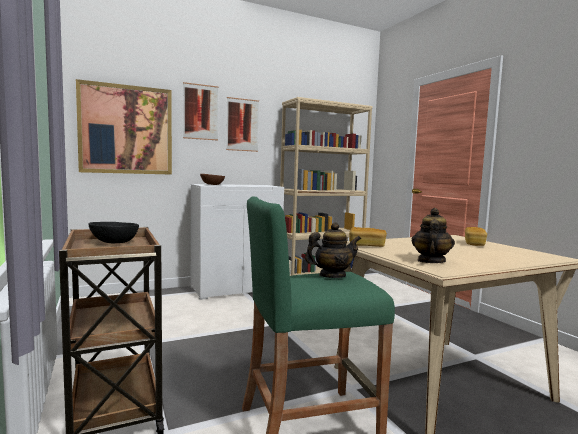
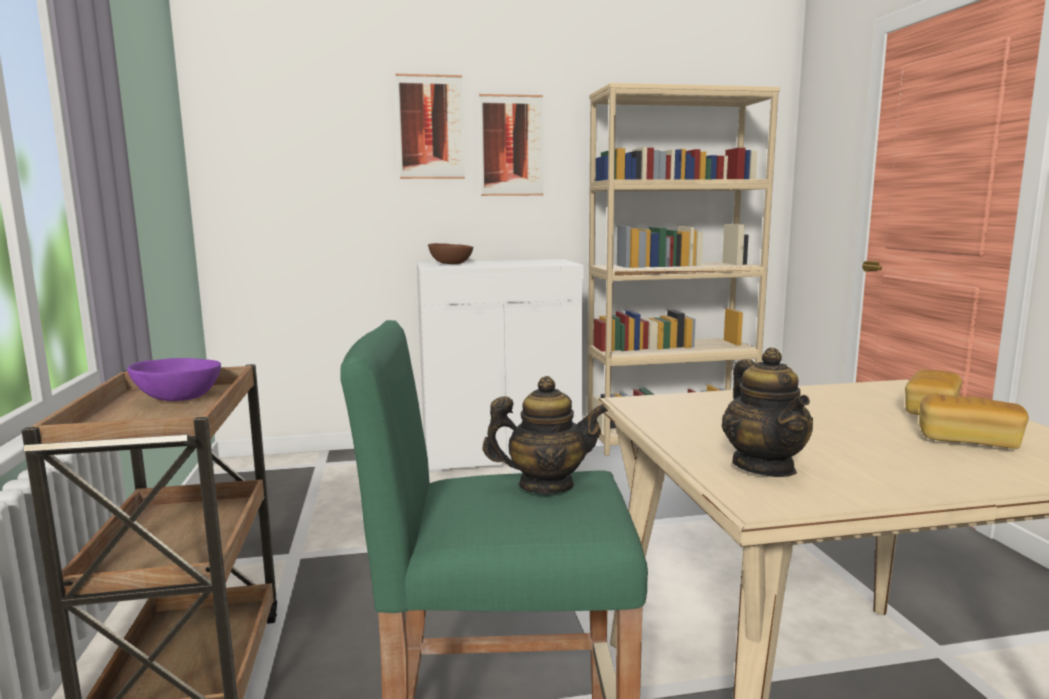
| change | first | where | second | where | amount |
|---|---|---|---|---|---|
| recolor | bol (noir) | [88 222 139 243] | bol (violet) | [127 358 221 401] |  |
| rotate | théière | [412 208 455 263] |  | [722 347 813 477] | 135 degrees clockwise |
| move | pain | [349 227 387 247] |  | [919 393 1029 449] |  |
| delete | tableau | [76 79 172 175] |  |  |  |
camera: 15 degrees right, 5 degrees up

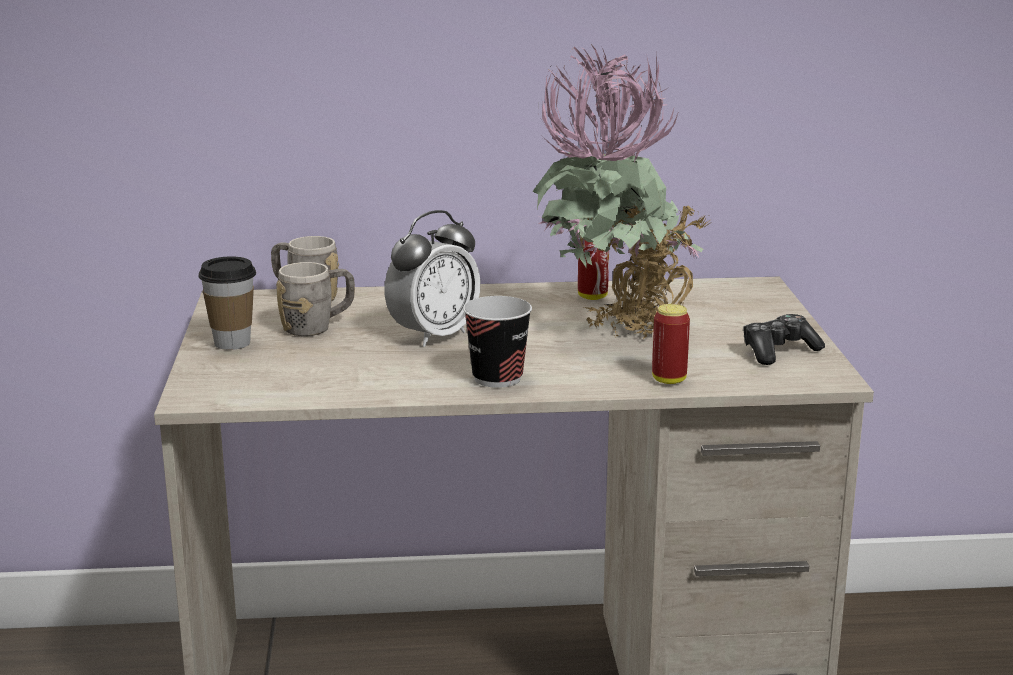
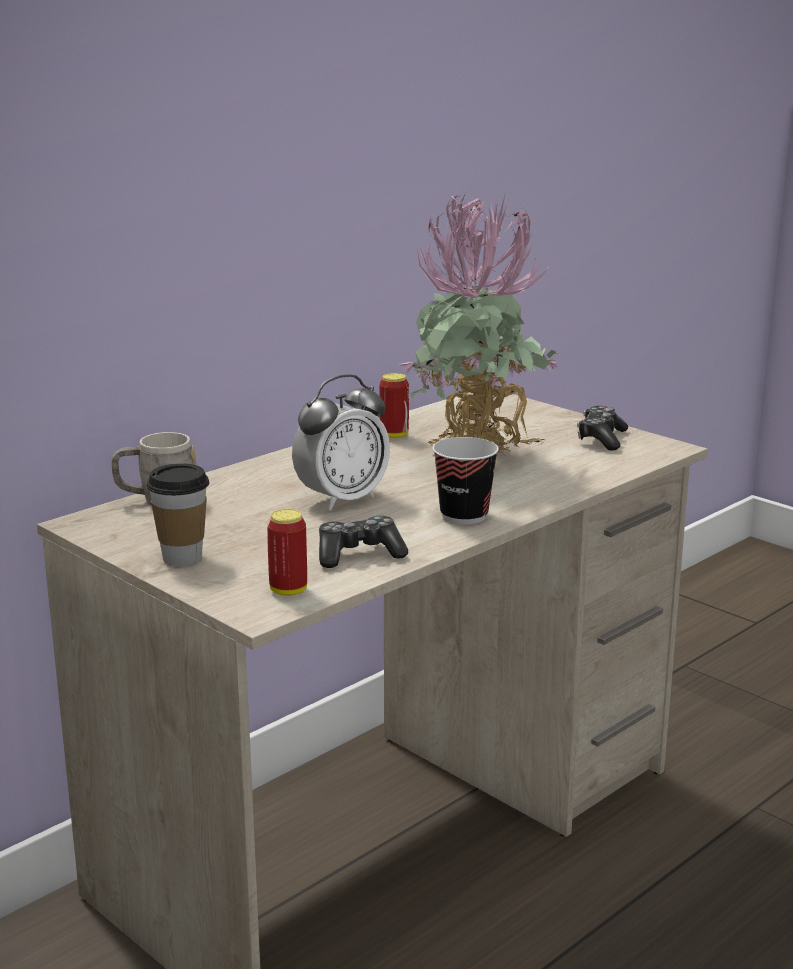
| change | first | where | second | where | amount |
|---|---|---|---|---|---|
| move | boîte métallique | [652 304 690 384] |  | [267 509 307 596] |  |
| rotate | réveil | [385 210 480 347] |  | [292 374 390 510] | 45 degrees clockwise |
| insert |  |  | manette | [319 516 408 568] |  |
| delete | mug (gris) | [276 262 355 336] |  |  |  |
camera: 40 degrees left, 0 degrees up

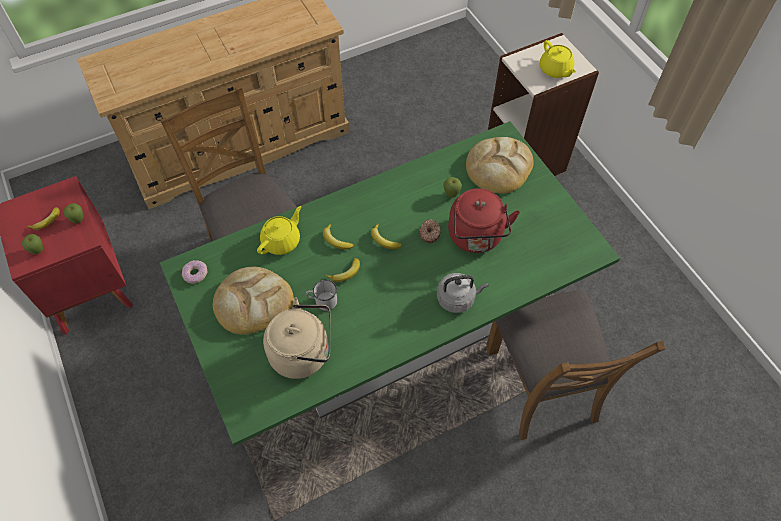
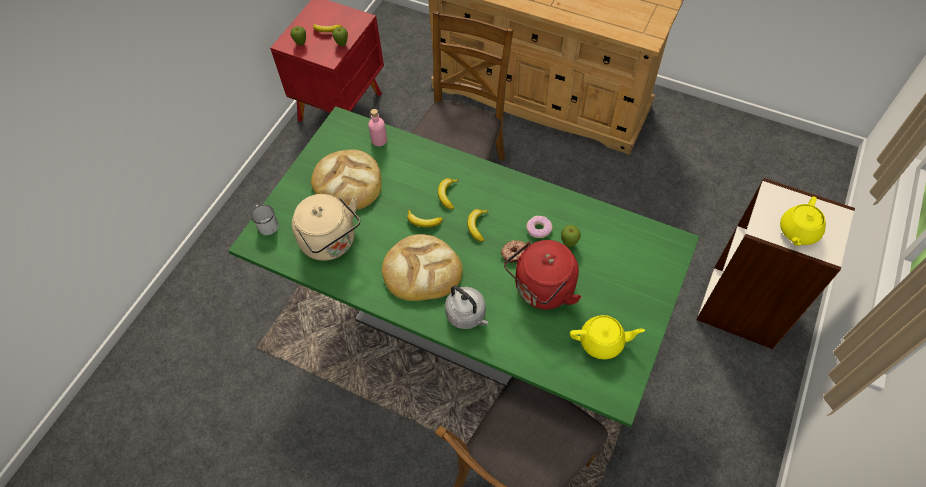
| change | first | where | second | where | amount |
|---|---|---|---|---|---|
| move | mug (blanc) | [306 280 337 311] |  | [251 205 279 235] |  |
| insert |  |  | bouteille (rose) | [368 109 387 146] |  |
| move | pain | [466 137 534 194] |  | [382 234 463 301] |  |
| move | beignet | [182 260 208 284] |  | [526 216 553 238] |  |
| move | théière (jaune) | [257 206 301 255] |  | [570 315 645 360] |  |
camera: 55 degrees right, 0 degrees up

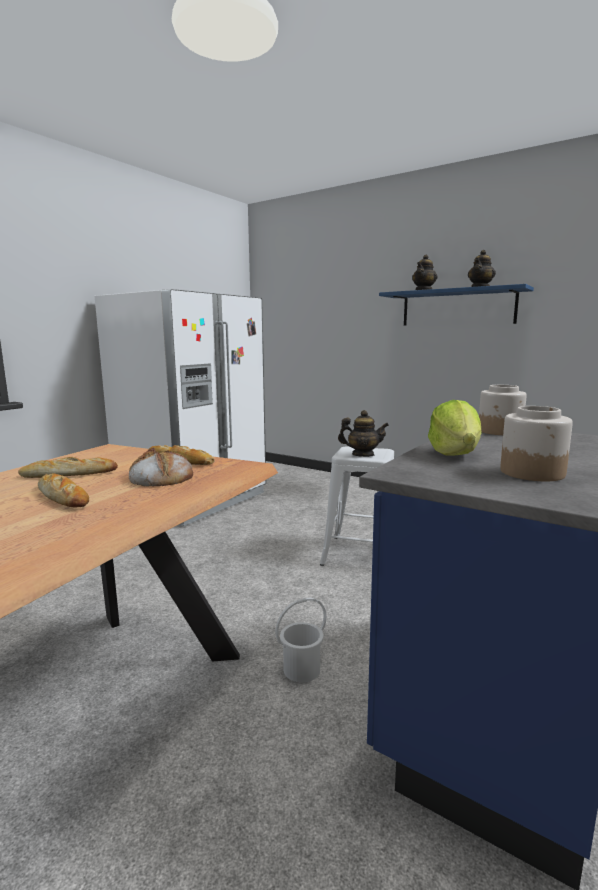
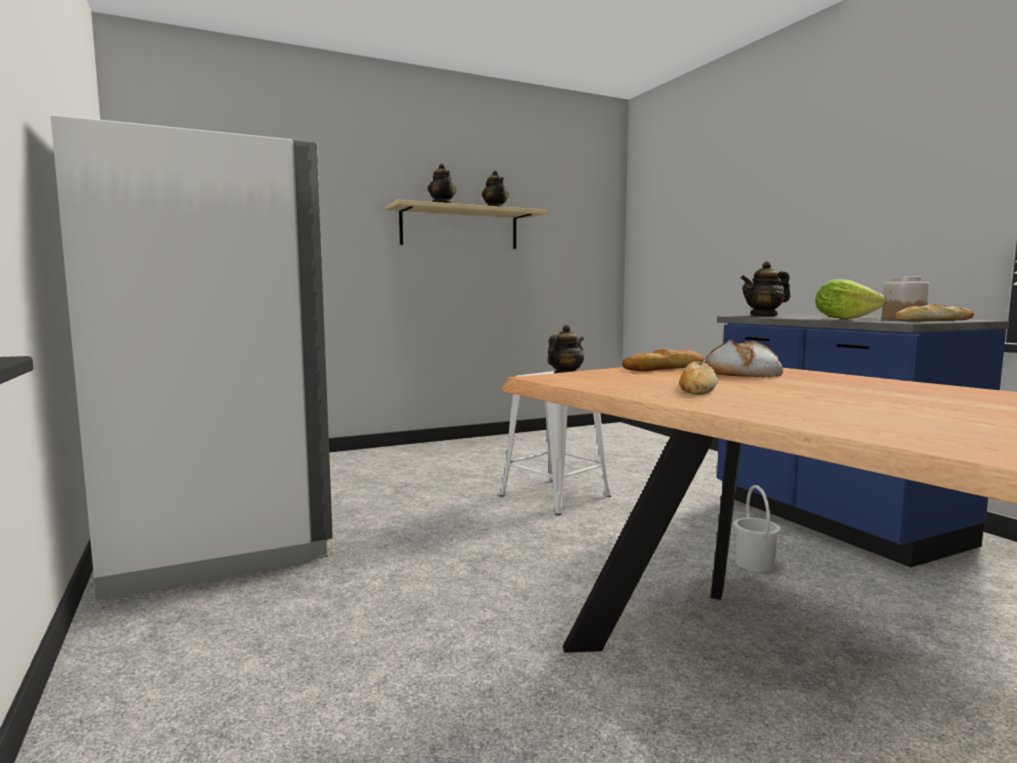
| change | first | where | second | where | amount |
|---|---|---|---|---|---|
| recolor | étagère (bleu) | [379 284 534 326] | étagère (beige) | [385 200 547 249] |  |
| replace | bocal | [479 385 527 435] | théière | [741 261 790 316] |  |
| move | pain | [38 473 89 508] |  | [896 304 974 321] |  |
camera: 60 degrees left, 5 degrees down

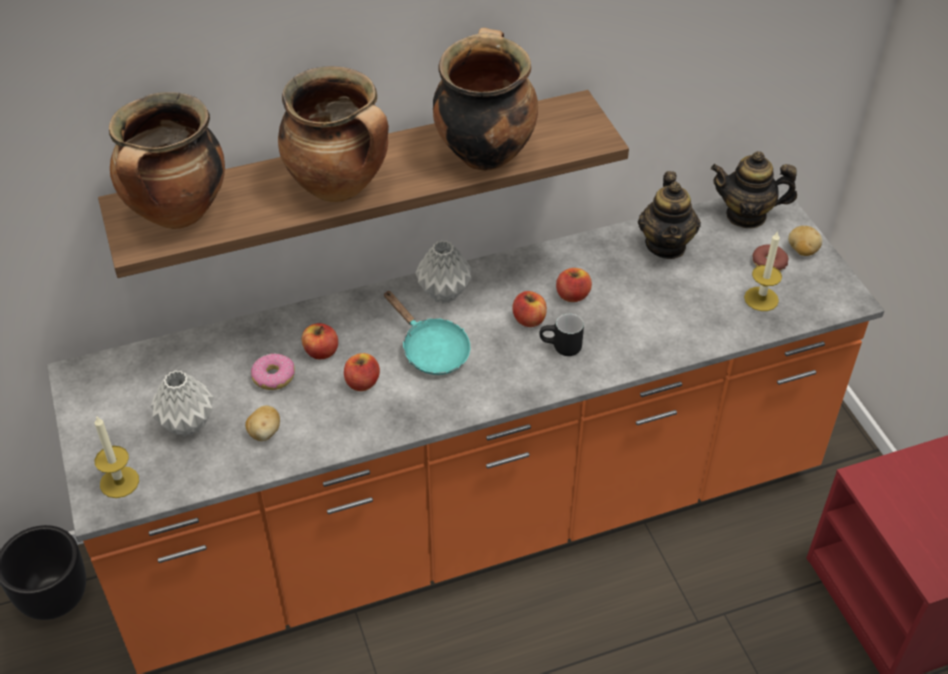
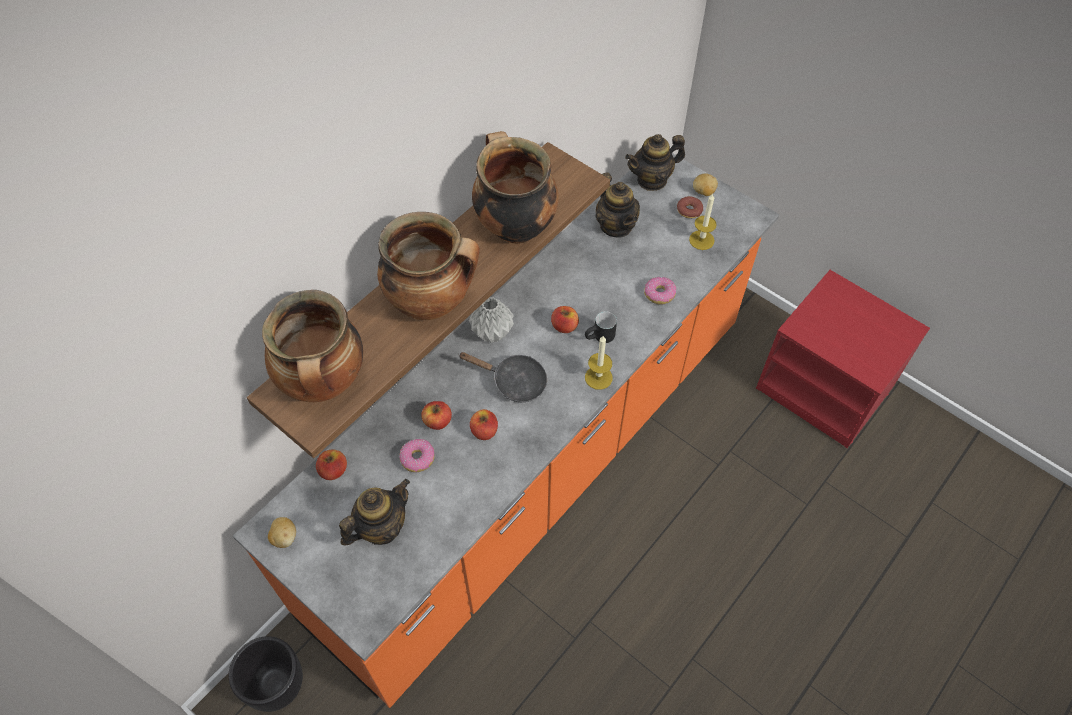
| change | first | where | second | where | amount |
|---|---|---|---|---|---|
| move | pomme de terre | [245 406 280 441] |  | [268 517 296 548] |  |
| move | pomme | [556 268 592 302] |  | [316 450 347 480] |  |
| replace | vase (gris) | [151 370 214 437] | théière | [339 479 410 545] |  |
| recolor | poêle (turquoise) | [384 291 470 375] | poêle (noir) | [458 352 547 402] |  |
| move | bougie | [95 417 139 498] |  | [585 336 613 390] |  |
| insert |  |  | beignet | [644 276 676 304] |  |
camera: 30 degrees left, 10 degrees up

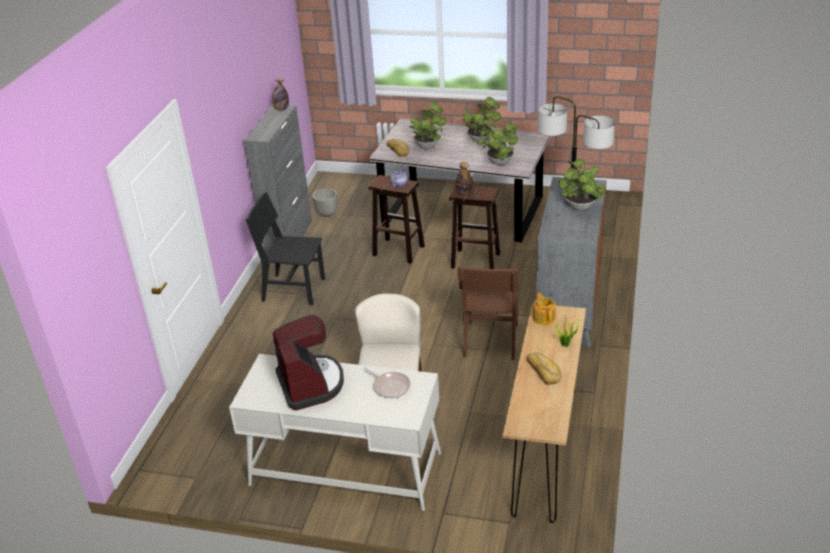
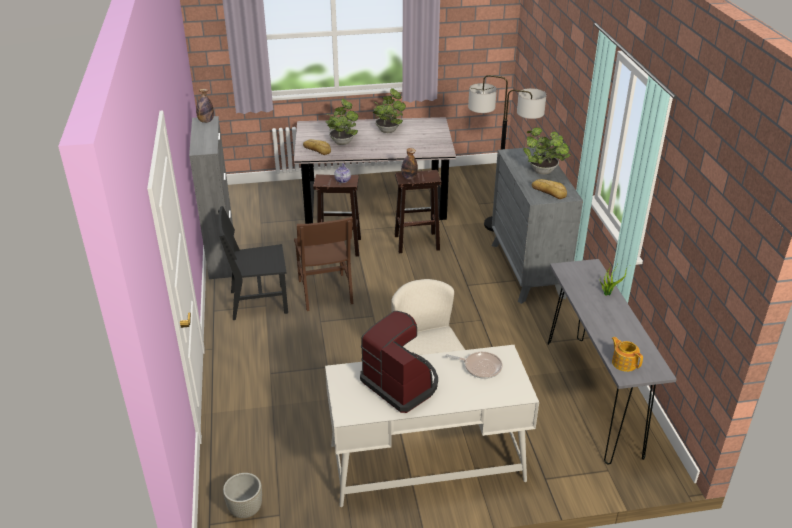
| change | first | where | second | where | amount |
|---|---|---|---|---|---|
| move | cache-pot (gris) | [313 189 338 217] |  | [223 473 262 518] |  |
| move | chaise (marron) | [457 266 520 360] |  | [294 217 353 311] |  |
| move | pain | [527 352 561 385] |  | [532 179 567 199] |  |
| recolor | table console (marron) | [503 303 586 523] | table console (gris) | [547 259 677 464] |  |
| move | théière | [533 292 556 325] |  | [611 337 643 372] |  |
| delete | plante en pot | [477 122 518 165] |  |  |  |
camera: 25 degrees left, 0 degrees up

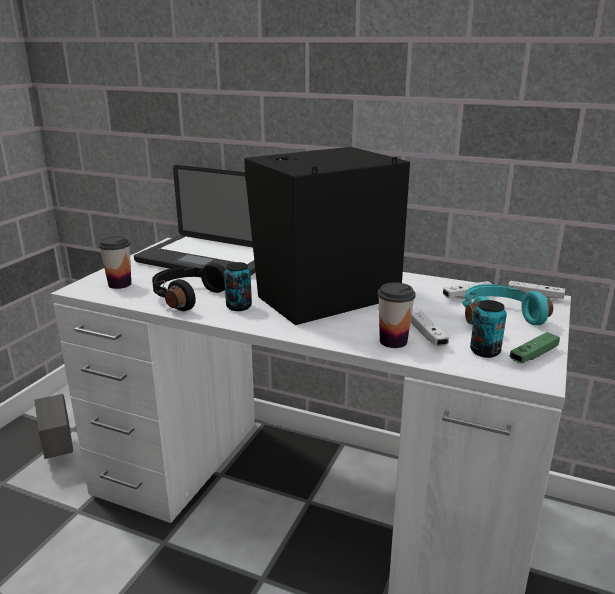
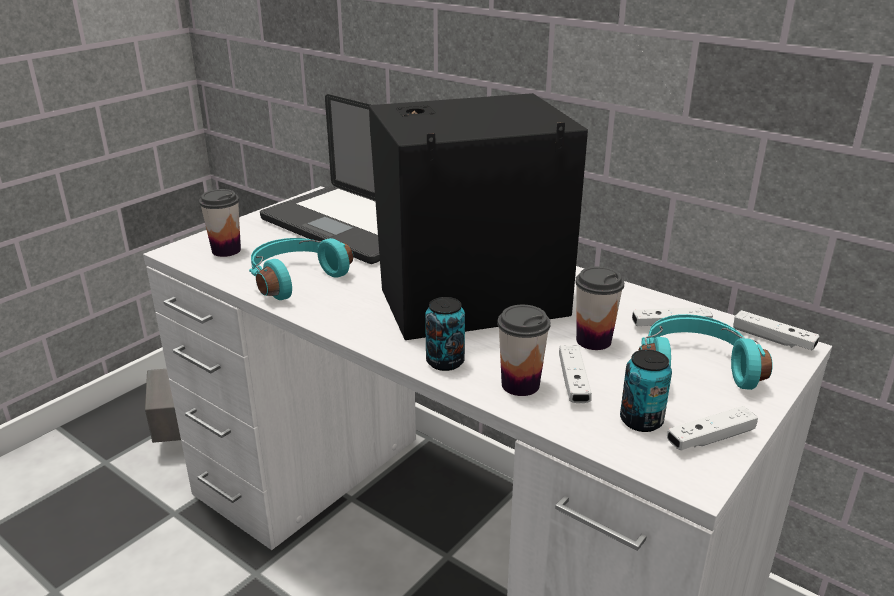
| change | first | where | second | where | amount |
|---|---|---|---|---|---|
| recolor | casque audio (noir) | [152 263 226 311] | casque audio (turquoise) | [249 238 353 300] |  |
| move | boîte métallique | [224 262 252 311] |  | [425 297 465 371] |  |
| insert |  |  | tasse | [575 266 624 350] |  |
| recolor | manette (vert) | [509 332 560 363] | manette (blanc) | [667 406 758 450] |  |
camera: 15 degrees right, 5 degrees up

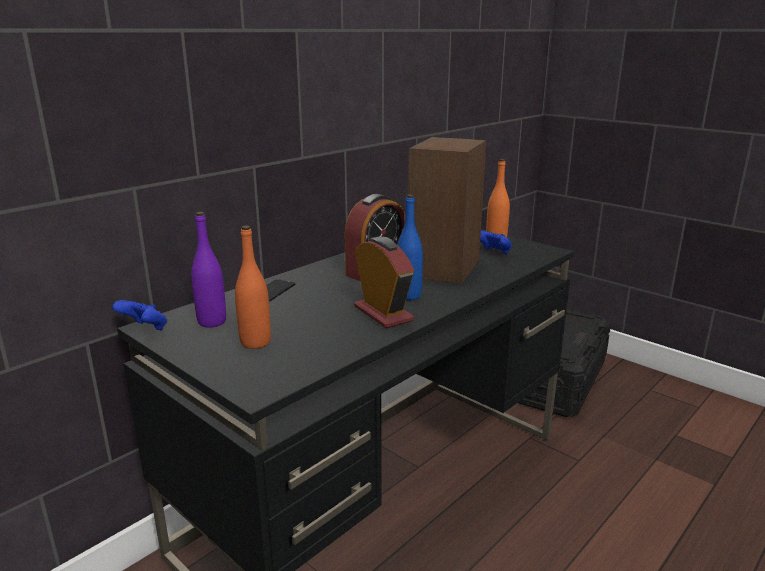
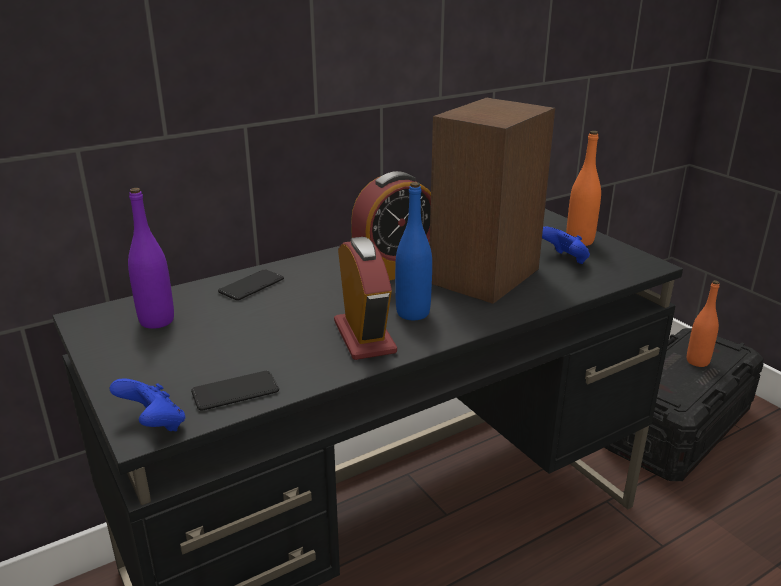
| change | first | where | second | where | amount |
|---|---|---|---|---|---|
| move | manette (bleu) | [112 300 167 330] |  | [110 378 185 431] |  |
| insert |  |  | téléphone | [191 371 279 411] |  |
| move | bouteille (orange) | [235 225 271 349] |  | [687 280 719 367] |  |
camera: 15 degrees right, 5 degrees up

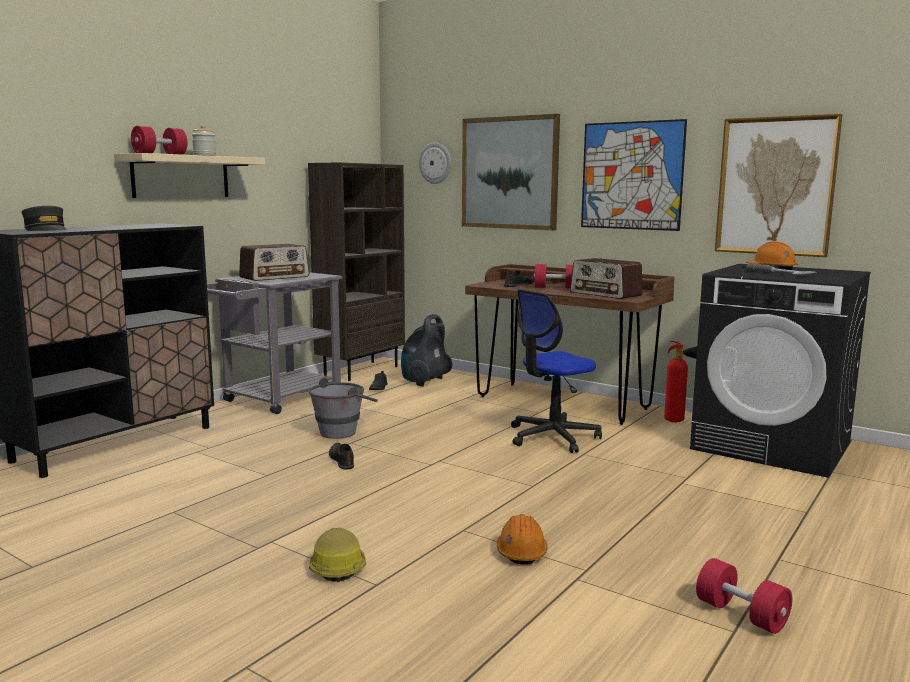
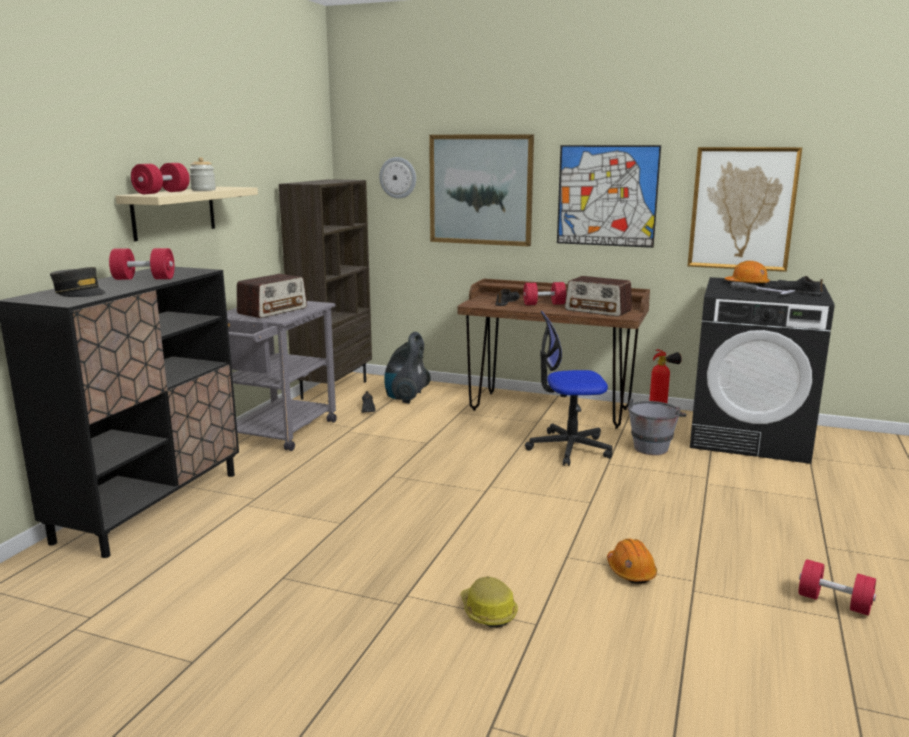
| change | first | where | second | where | amount |
|---|---|---|---|---|---|
| insert |  |  | haltère (rouge) | [109 248 174 280] |  |
| rotate | chaise de bureau | [511 289 602 453] |  | [525 311 613 466] | 45 degrees clockwise |
| move | seau (gris) | [309 378 378 439] |  | [628 399 687 455] |  |
| move | chaussure (noir) | [329 443 354 470] |  | [776 276 823 295] |  |
camera: 15 degrees left, 5 degrees up

